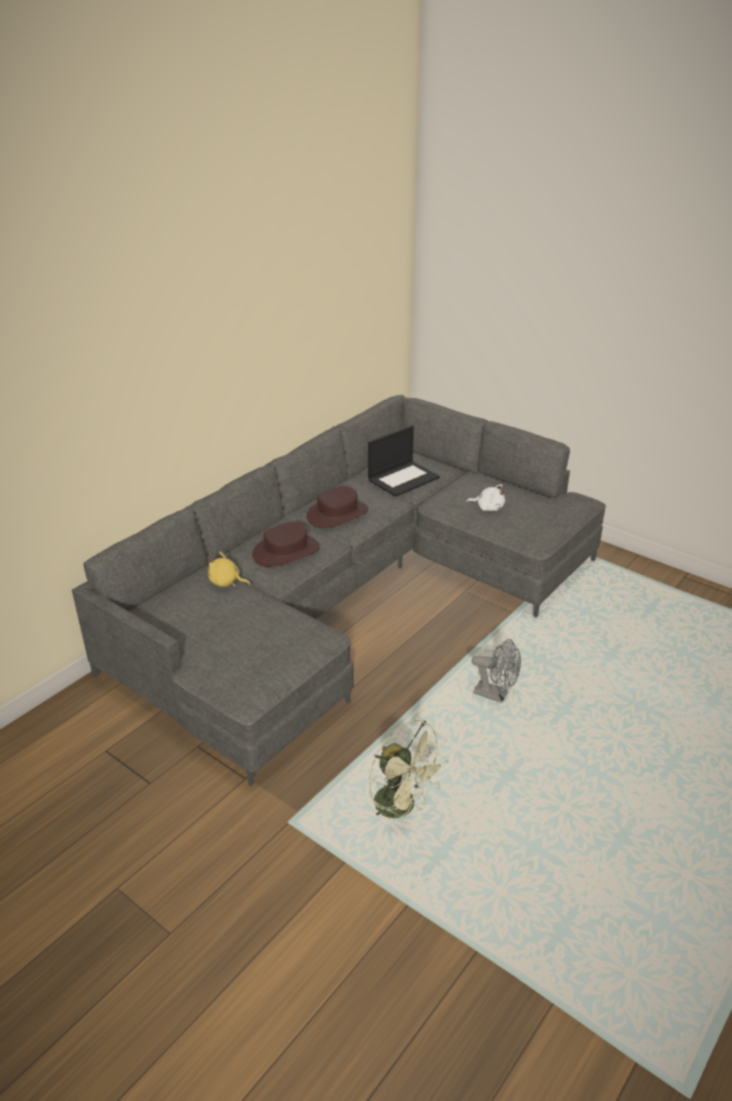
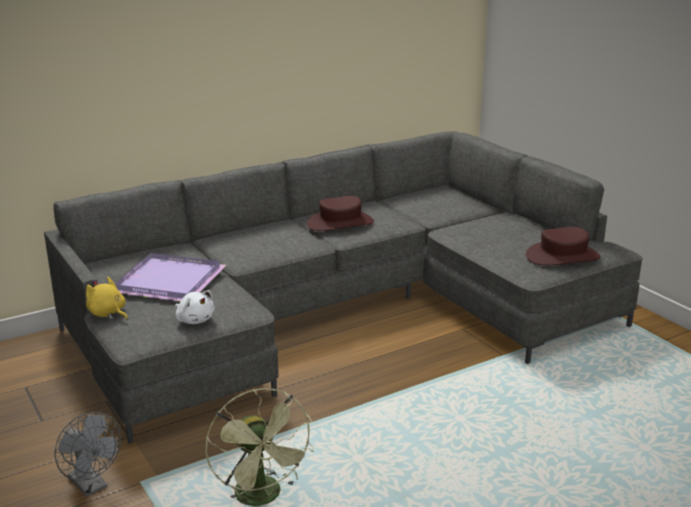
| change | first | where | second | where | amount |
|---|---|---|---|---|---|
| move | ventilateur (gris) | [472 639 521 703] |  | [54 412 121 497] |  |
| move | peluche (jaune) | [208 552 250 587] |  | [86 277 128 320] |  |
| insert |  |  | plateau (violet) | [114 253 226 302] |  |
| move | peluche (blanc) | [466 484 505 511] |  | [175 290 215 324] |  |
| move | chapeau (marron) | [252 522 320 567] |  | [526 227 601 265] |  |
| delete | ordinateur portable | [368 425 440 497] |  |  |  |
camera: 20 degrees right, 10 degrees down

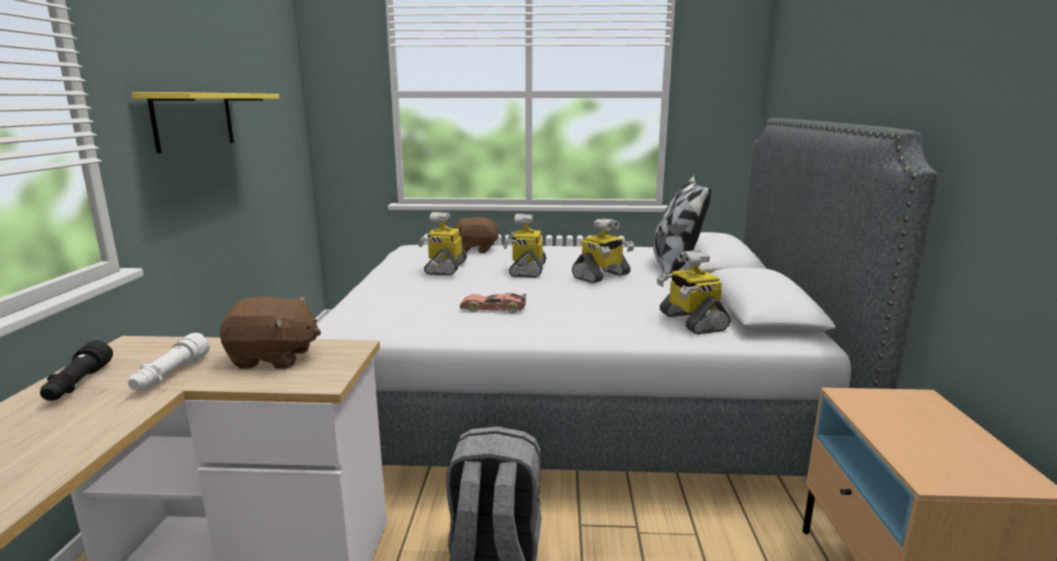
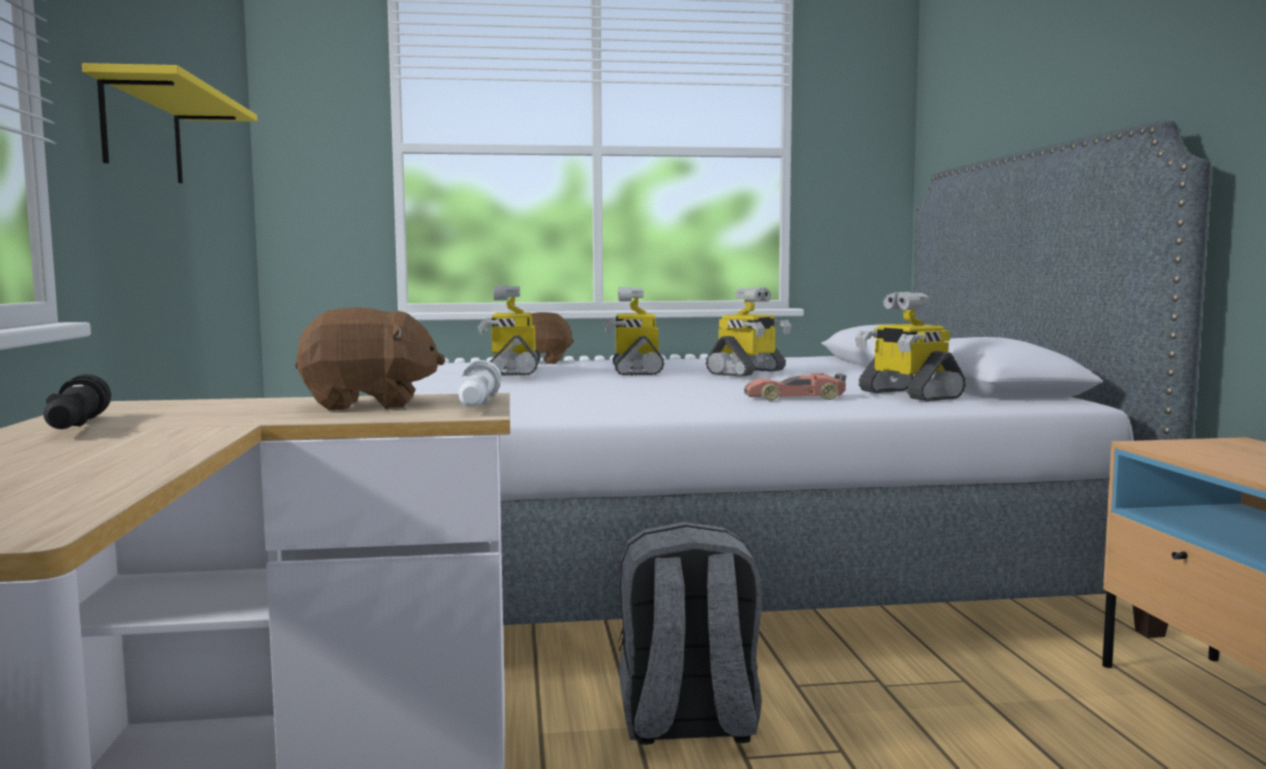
| change | first | where | second | where | amount |
|---|---|---|---|---|---|
| move | lampe de poche (blanc) | [128 333 210 390] |  | [458 360 502 407] |  |
| move | petite voiture | [460 293 526 313] |  | [744 373 847 401] |  |
| delete | coussin | [653 175 711 275] |  |  |  |
camera: 10 degrees left, 10 degrees down

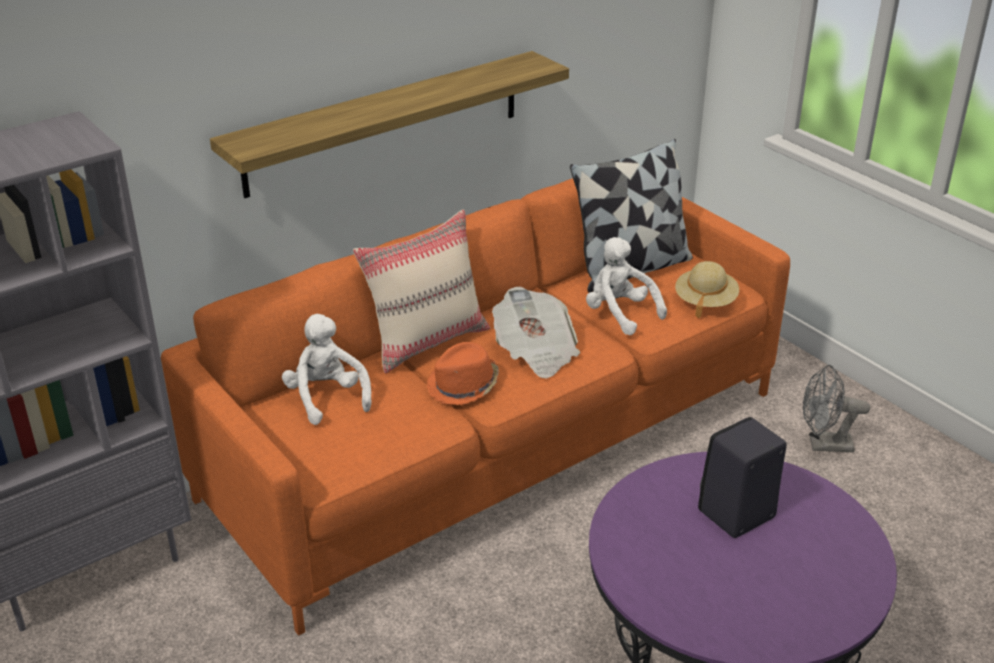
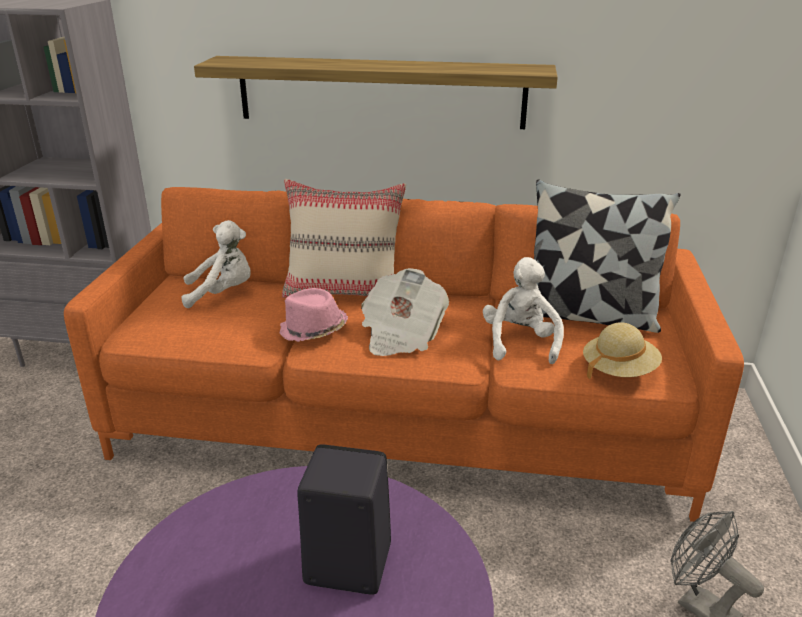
| change | first | where | second | where | amount |
|---|---|---|---|---|---|
| rotate | peluche (blanc) | [282 314 371 425] |  | [181 220 251 308] | 60 degrees clockwise |
| recolor | chapeau (orange) | [427 342 499 405] | chapeau (rose) | [279 288 348 342] |  |
camera: 45 degrees right, 5 degrees down

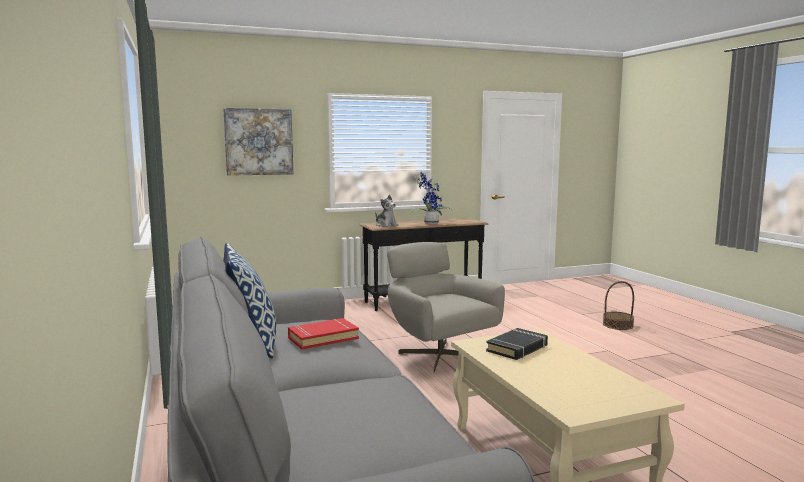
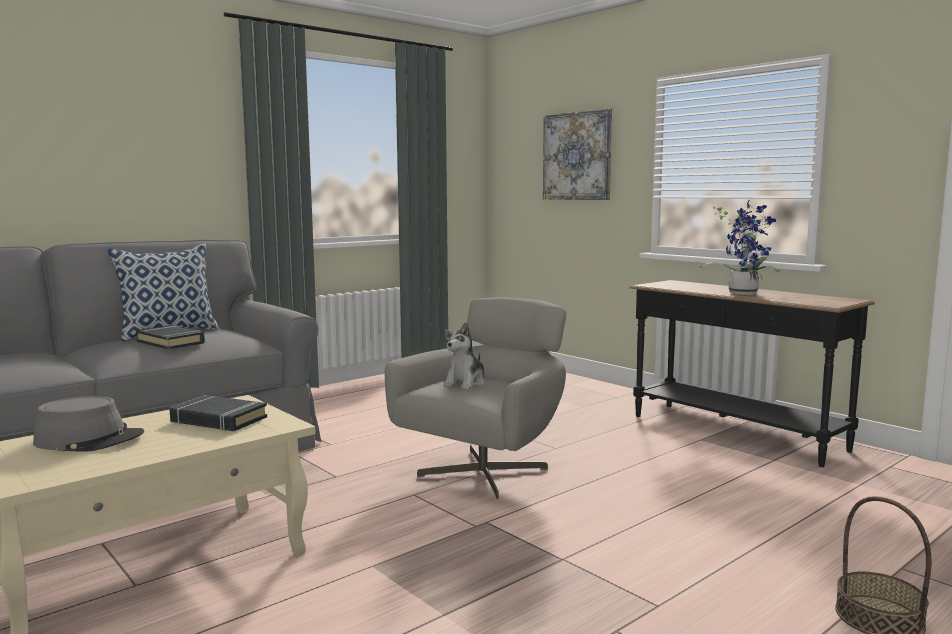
| change | first | where | second | where | amount |
|---|---|---|---|---|---|
| insert |  |  | chapeau (gris) | [33 396 144 452] |  |
| recolor | livre (rouge) | [288 318 359 349] | livre (noir) | [136 325 205 349] |  |
| move | peluche | [375 194 399 227] |  | [443 322 486 390] |  |
camera: 70 degrees right, 0 degrees up

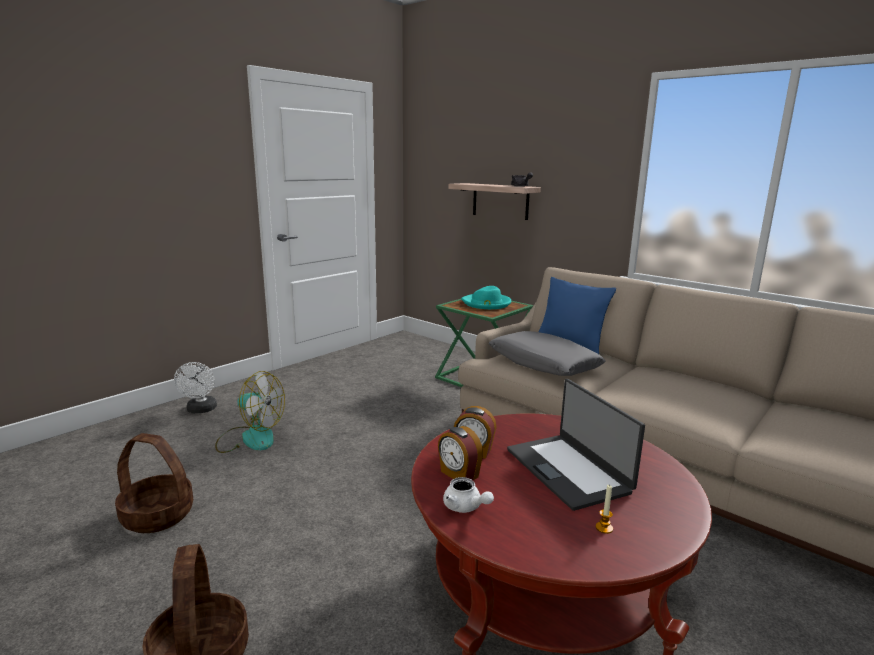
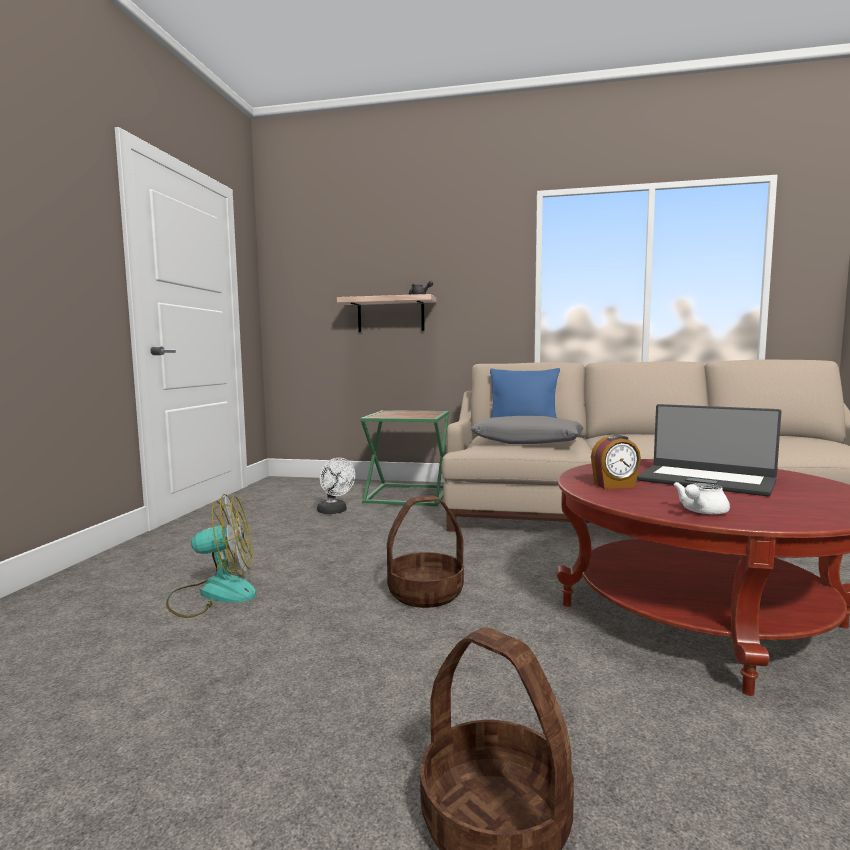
| change | first | where | second | where | amount |
|---|---|---|---|---|---|
| move | ventilateur (blanc) | [174 362 217 413] |  | [317 458 355 514] |  |
| move | panier | [115 433 193 533] |  | [387 496 464 608] |  |
| rotate | théière (blanc) | [443 477 494 513] |  | [673 482 730 515] | 120 degrees clockwise |
| delete | réveil | [438 426 483 480] |  |  |  |
| delete | chapeau (turquoise) | [461 286 512 309] |  |  |  |
| delete | bougie | [596 485 613 534] |  |  |  |
camera: 30 degrees left, 10 degrees down

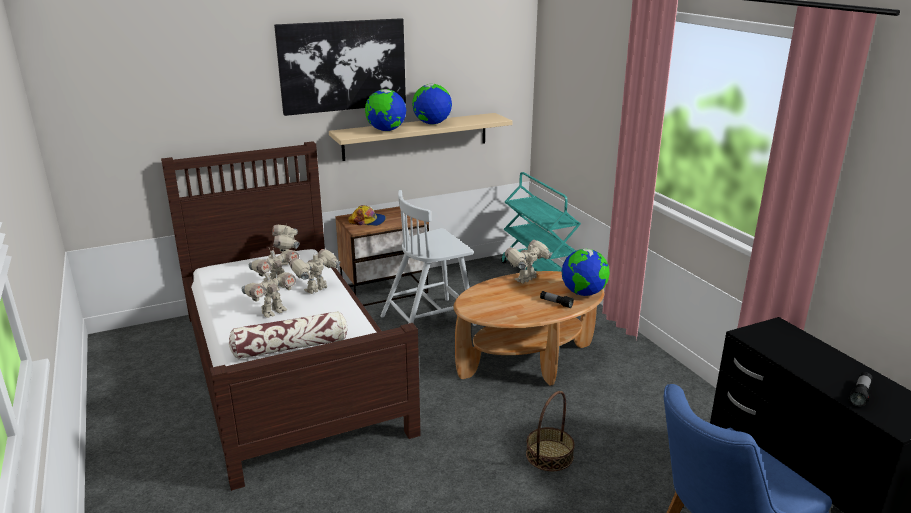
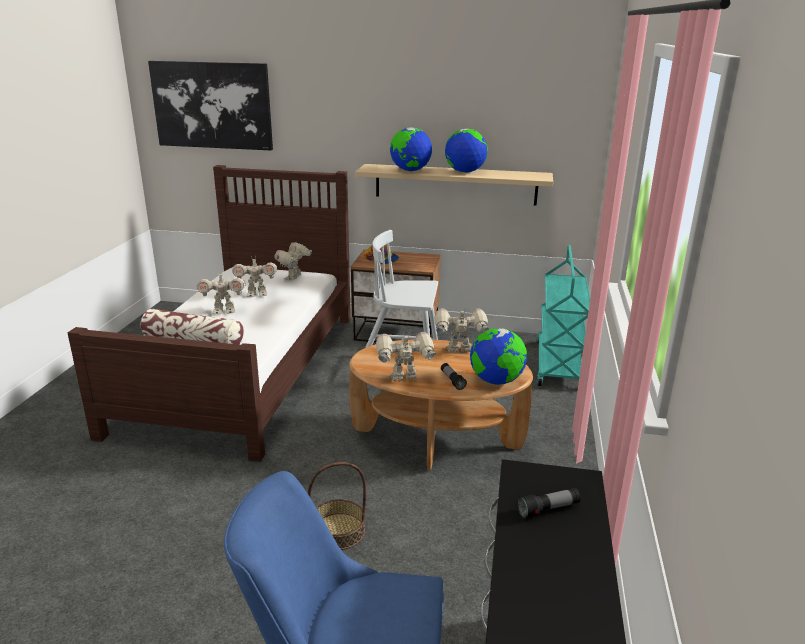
| change | first | where | second | where | amount |
|---|---|---|---|---|---|
| move | tableau | [274 18 406 116] |  | [148 61 273 150] |  |
| move | robot jouet | [290 249 340 294] |  | [376 332 435 381] |  |
| move | lampe de poche | [849 372 872 407] |  | [517 488 581 518] |  |
camera: 35 degrees right, 0 degrees up

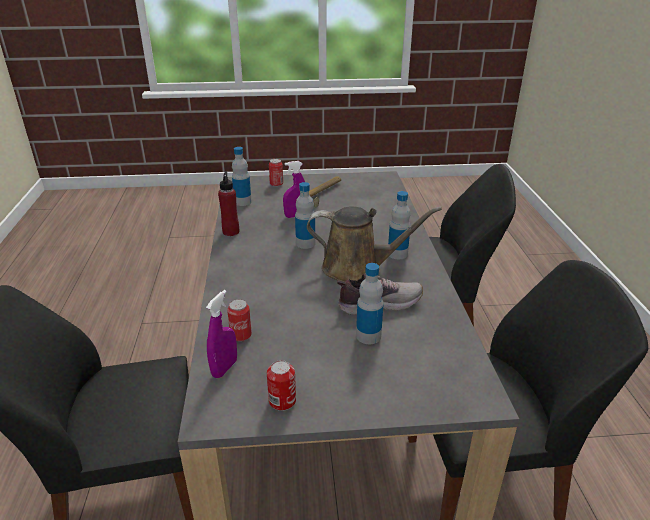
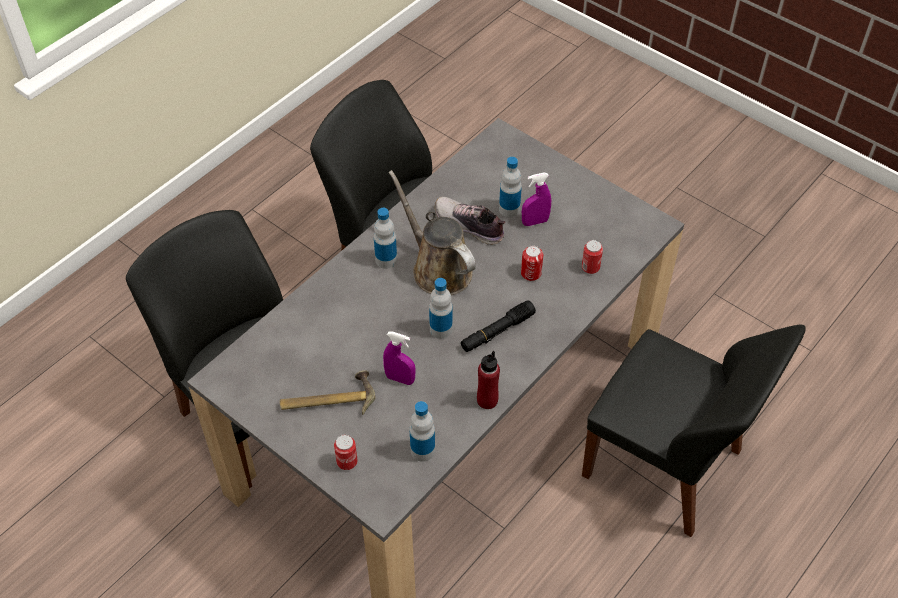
| change | first | where | second | where | amount |
|---|---|---|---|---|---|
| insert |  |  | lampe de poche (noir) | [461 300 536 352] |  |
| move | boîte métallique | [267 360 296 411] |  | [521 246 543 281] |  |
| move | vaporisateur (violet) | [206 290 237 378] |  | [522 173 551 226] |  |
camera: 135 degrees left, 20 degrees up

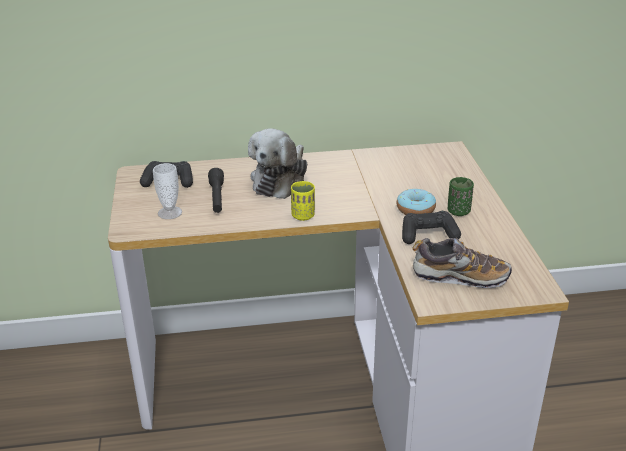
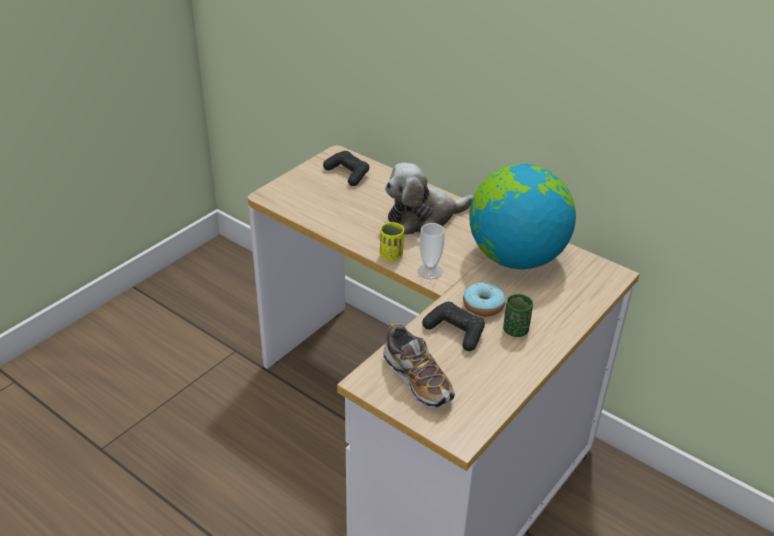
| change | first | where | second | where | amount |
|---|---|---|---|---|---|
| move | tasse | [153 163 182 219] |  | [418 223 445 279] |  |
| insert |  |  | globe | [469 164 576 269] |  |
| delete | lampe de poche (noir) | [208 168 224 213] |  |  |  |
camera: 45 degrees right, 5 degrees up

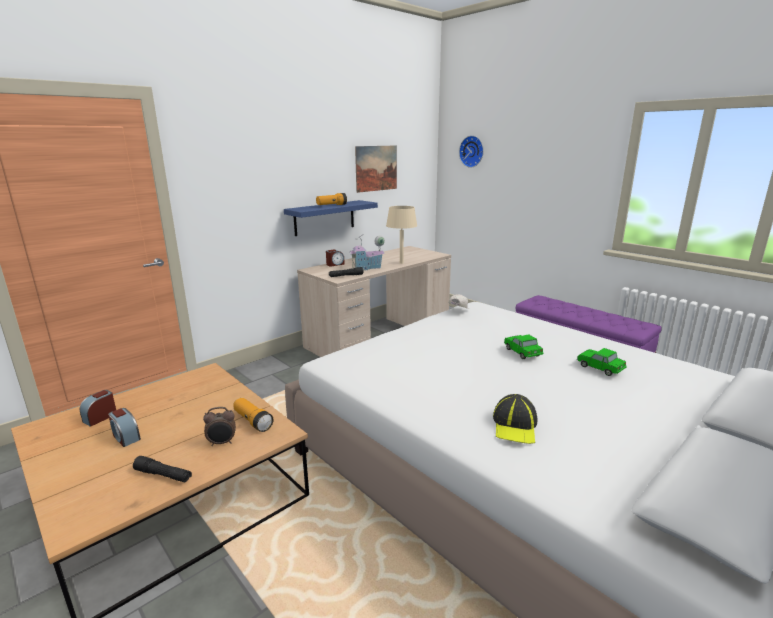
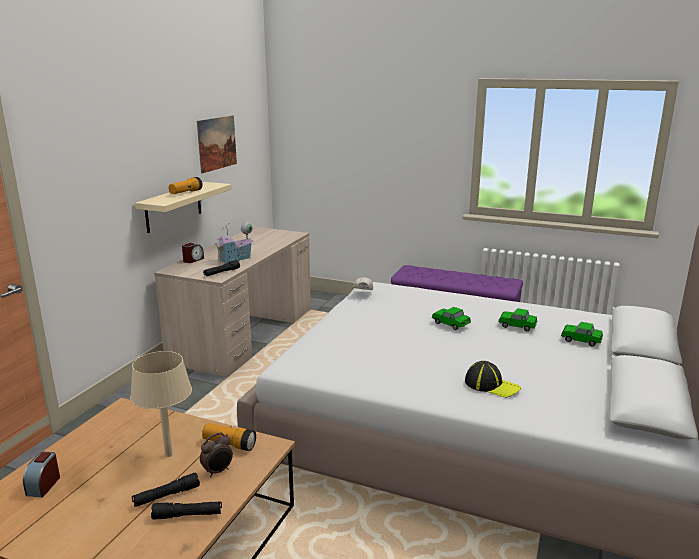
| change | first | where | second | where | amount |
|---|---|---|---|---|---|
| move | lampe de table (beige) | [386 206 417 264] |  | [130 351 192 457] |  |
| insert |  |  | lampe de poche (noir) | [132 472 200 507] |  |
| recolor | étagère (bleu) | [284 200 378 236] | étagère (beige) | [135 182 232 233] |  |
| rotate | casquette | [493 394 537 444] |  | [465 361 521 398] | 45 degrees counterclockwise |
| insert |  |  | petite voiture | [561 322 603 346] |  |
| delete | réveil | [108 408 141 447] |  |  |  |
| delete | horloge murale | [459 136 484 168] |  |  |  |
camera: 25 degrees left, 0 degrees up

